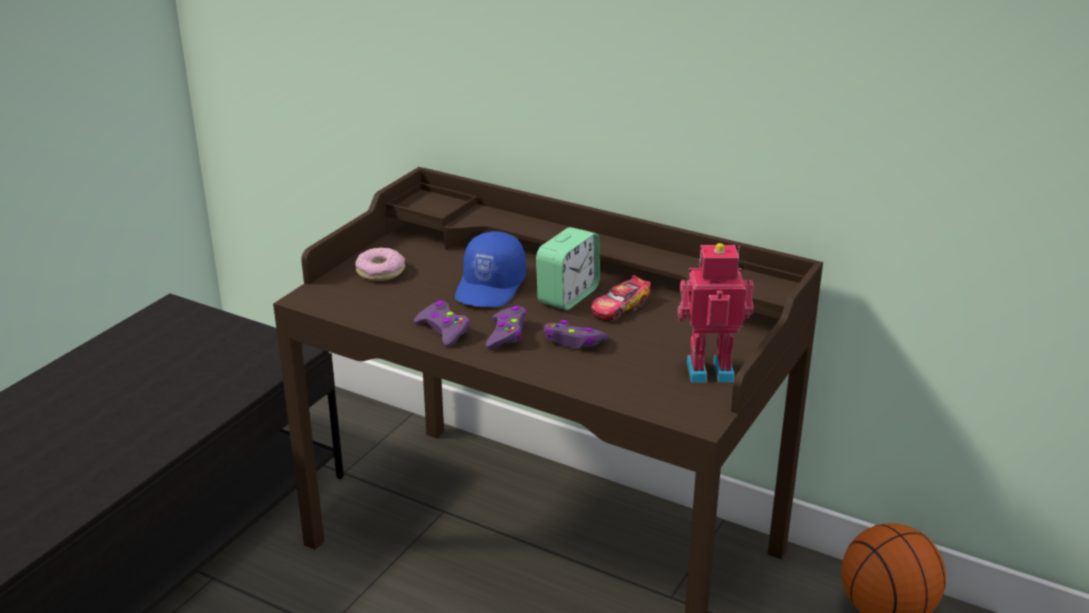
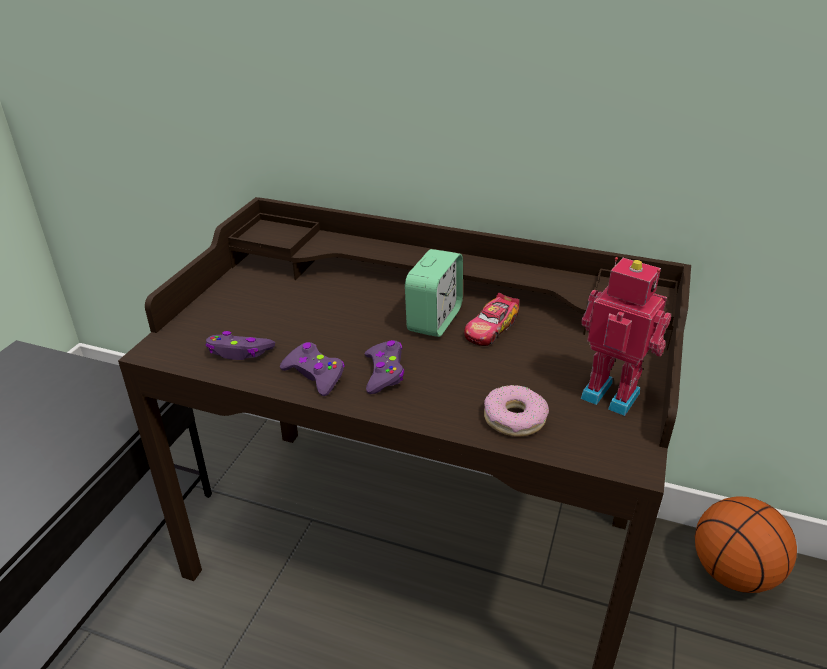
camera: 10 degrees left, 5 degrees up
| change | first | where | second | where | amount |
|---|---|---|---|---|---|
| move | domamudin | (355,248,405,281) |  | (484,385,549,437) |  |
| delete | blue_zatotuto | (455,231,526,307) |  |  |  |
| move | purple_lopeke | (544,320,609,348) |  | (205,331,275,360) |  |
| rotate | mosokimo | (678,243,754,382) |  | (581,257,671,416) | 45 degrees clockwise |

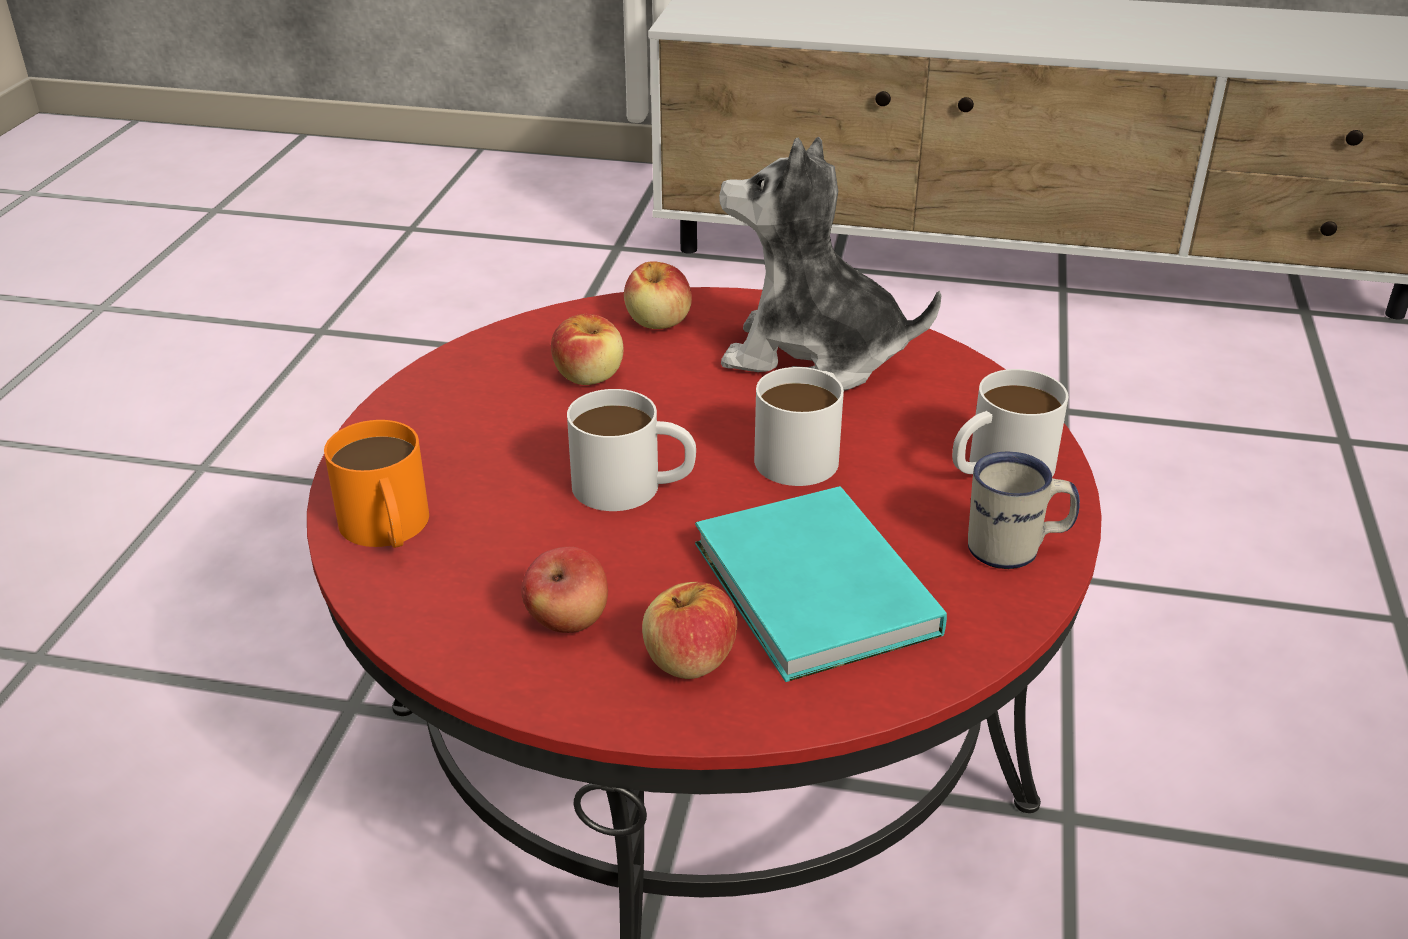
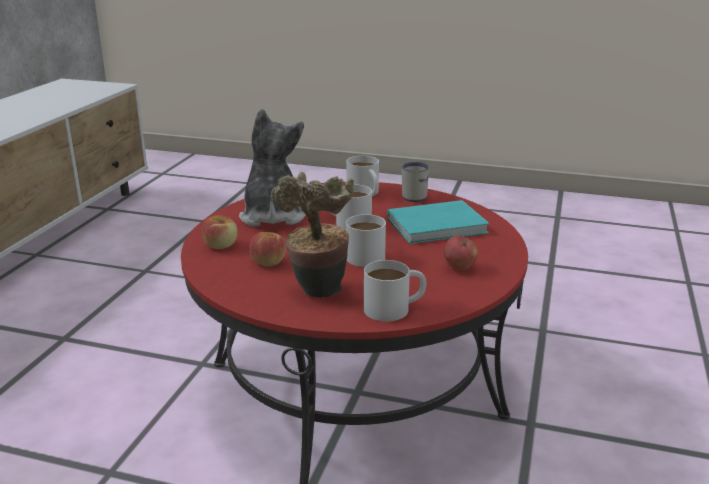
camera: 85 degrees left, 10 degrees down
| change | first | where | second | where | amount |
|---|---|---|---|---|---|
| recolor | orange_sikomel | (324,420,429,548) | white_sikomel | (364,260,426,321) |  |
| delete | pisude | (642,582,737,679) |  |  |  |
| rotate | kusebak | (719,136,942,391) |  | (239,109,306,227) | 150 degrees clockwise |
| insert |  |  | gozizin | (271,172,354,298) |  |

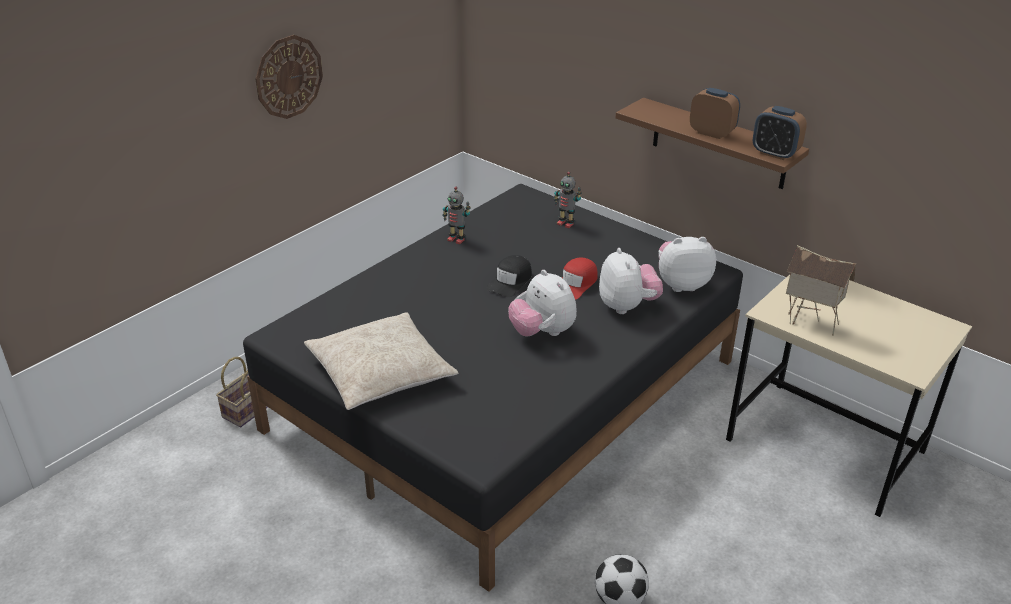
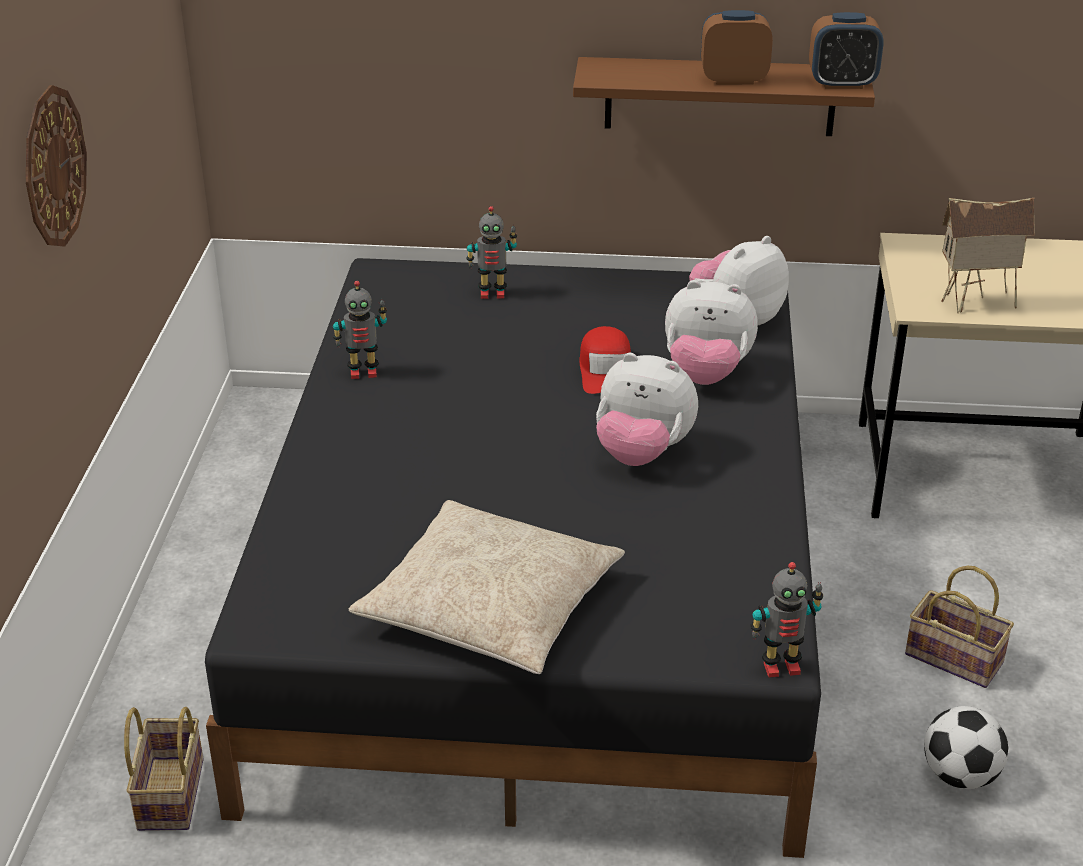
camera: 35 degrees left, 0 degrees up
| change | first | where | second | where | amount |
|---|---|---|---|---|---|
| delete | black_zatotuto | (486,255,532,297) |  |  |  |
| rotate | kusebak | (599,248,663,314) |  | (665,280,758,385) | 150 degrees clockwise |
| insert |  |  | mosokimo | (751,562,823,677) |  |
| insert |  |  | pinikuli | (905,566,1014,688) |  |

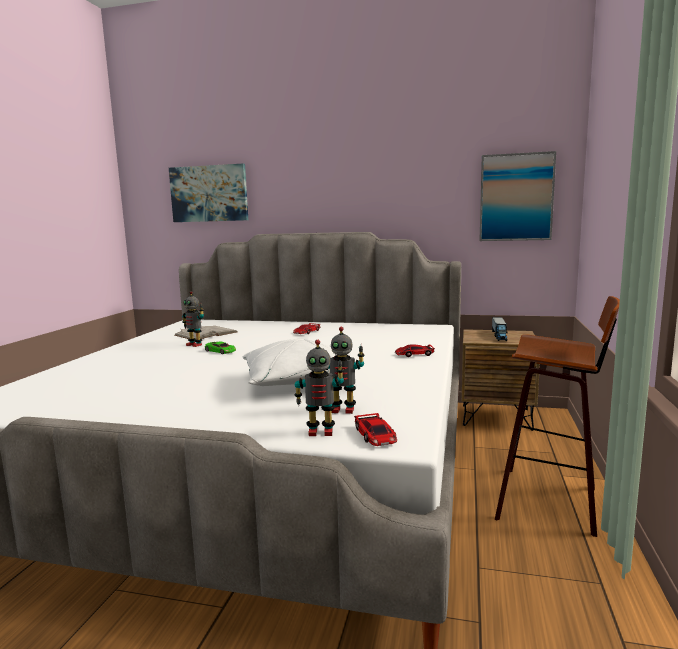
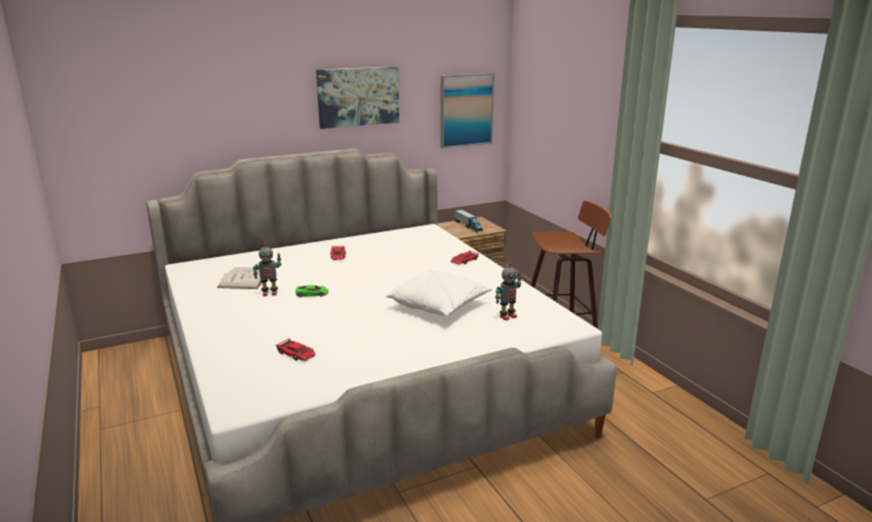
camera: 40 degrees left, 10 degrees up
| change | first | where | second | where | amount |
|---|---|---|---|---|---|
| move | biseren | (169,164,248,222) |  | (316,66,399,129) |  |
| delete | mosokimo | (295,340,344,436) |  |  |  |
| move | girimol | (354,413,397,446) |  | (276,339,316,361) |  |

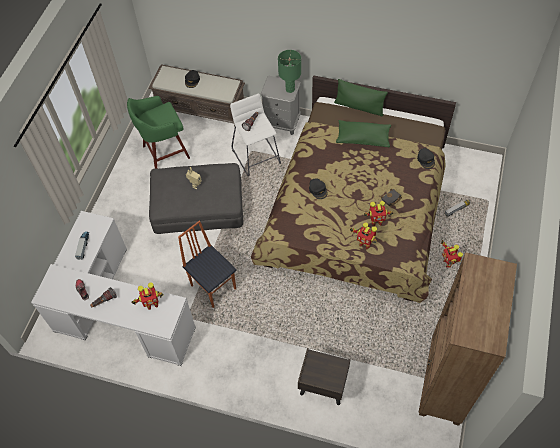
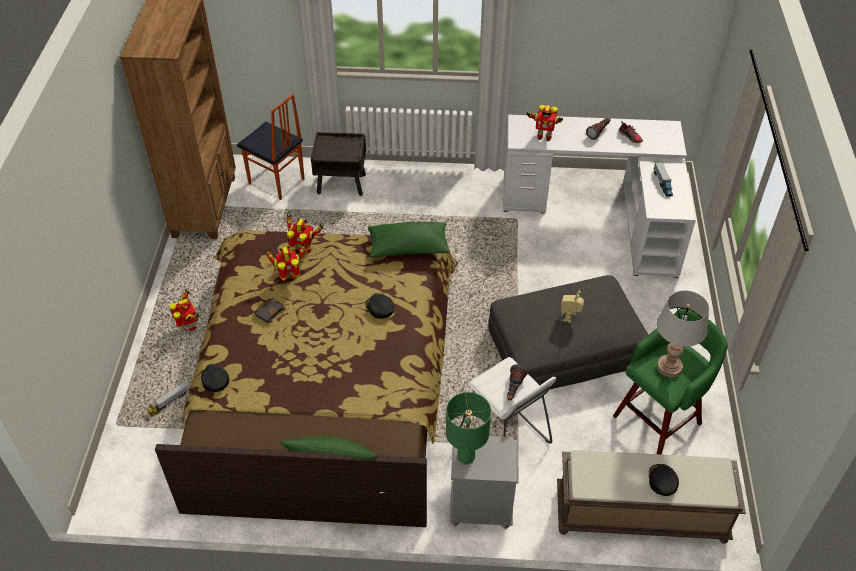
camera: 165 degrees right, 10 degrees down
| change | first | where | second | where | amount |
|---|---|---|---|---|---|
| rotate | mosokimo | (131,283,163,310) |  | (526,105,563,141) | 135 degrees counterclockwise |
| move | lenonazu | (178,221,237,308) |  | (237,94,305,200) |  |
| move | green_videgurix | (336,120,391,148) |  | (368,222,450,258) |  |
| insert |  |  | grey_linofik | (656,290,709,377) |  |

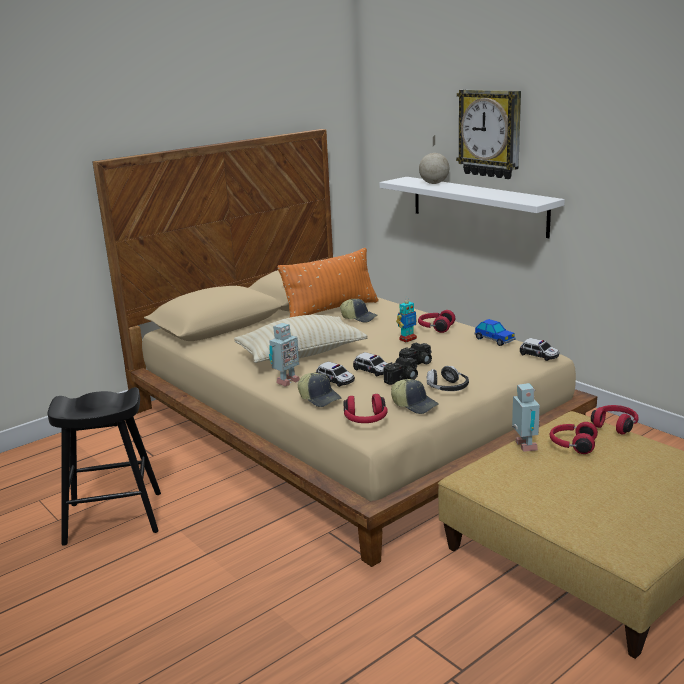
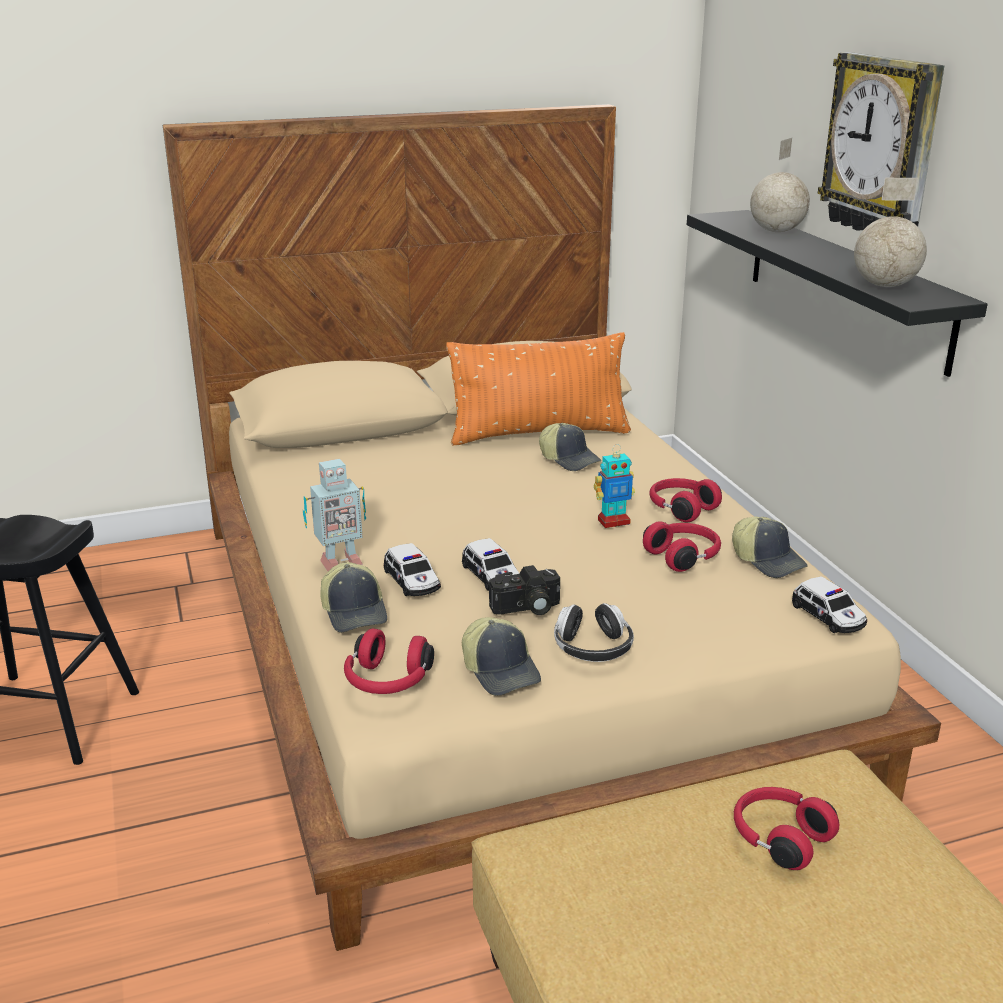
camera: 20 degrees right, 5 degrees up
| change | first | where | second | where | amount |
|---|---|---|---|---|---|
| delete | beige_videgurix | (234,315,368,363) |  |  |  |
| recolor | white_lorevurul | (379,177,565,238) | black_lorevurul | (687,210,988,377) |  |
| delete | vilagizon | (399,343,432,365) |  |  |  |
| replace | girimol | (474,319,515,346) | zatotuto | (732,517,808,578) |  |
| delete | mosokimo | (512,383,540,452) |  |  |  |
| move | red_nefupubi | (591,405,639,434) |  | (643,521,721,572) |  |
| insert |  |  | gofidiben | (854,178,927,287) |  |

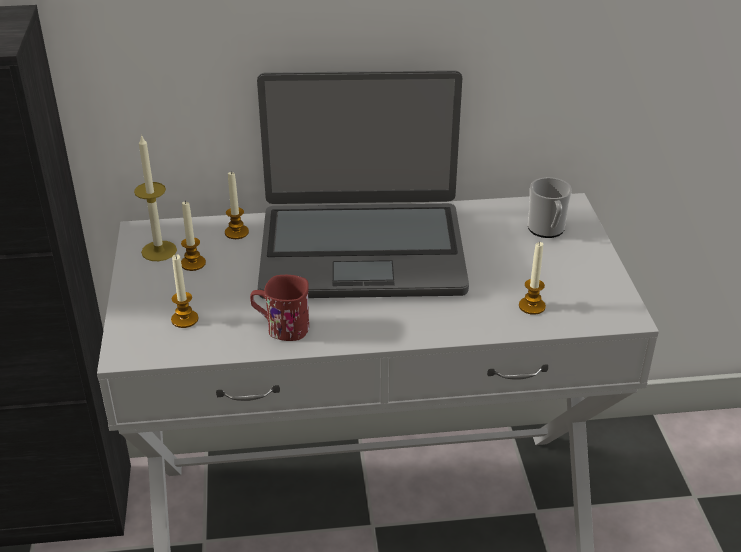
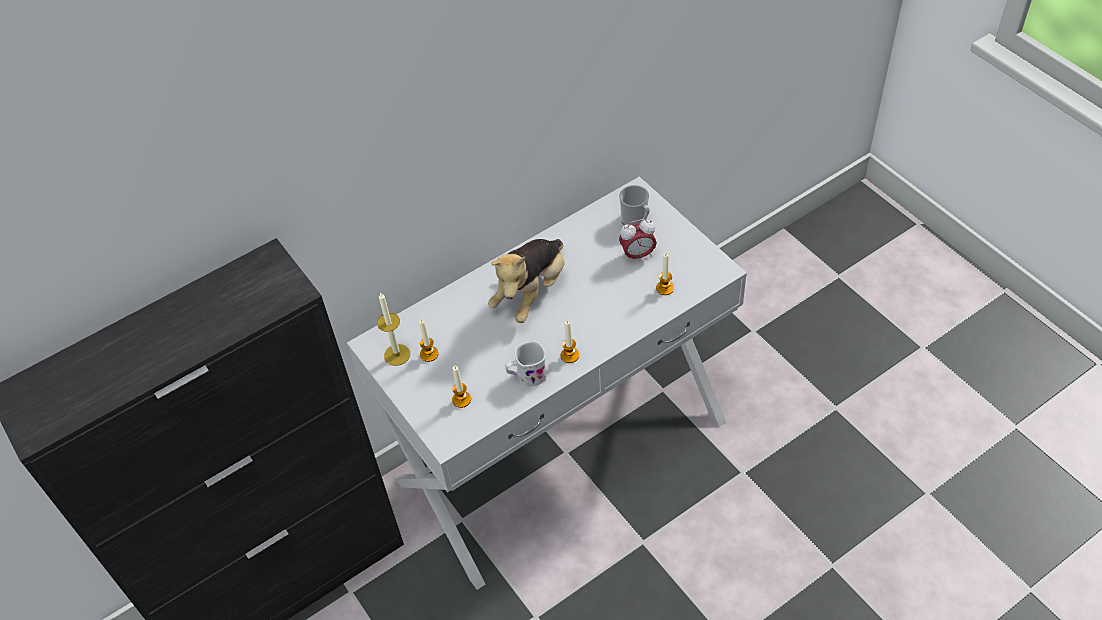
camera: 25 degrees left, 15 degrees up
| change | first | where | second | where | amount |
|---|---|---|---|---|---|
| move | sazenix | (225,172,249,239) |  | (561,321,579,363) |  |
| recolor | red_sikomel | (250,275,309,341) | white_sikomel | (505,341,547,386) |  |
| replace | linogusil | (257,70,469,299) | kusebak | (488,239,565,323) |  |
| insert |  |  | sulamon | (619,219,657,262) |  |

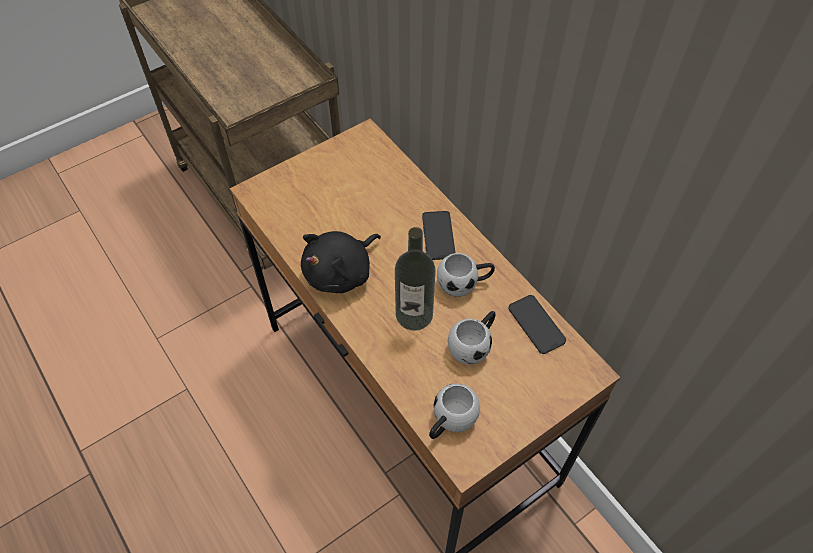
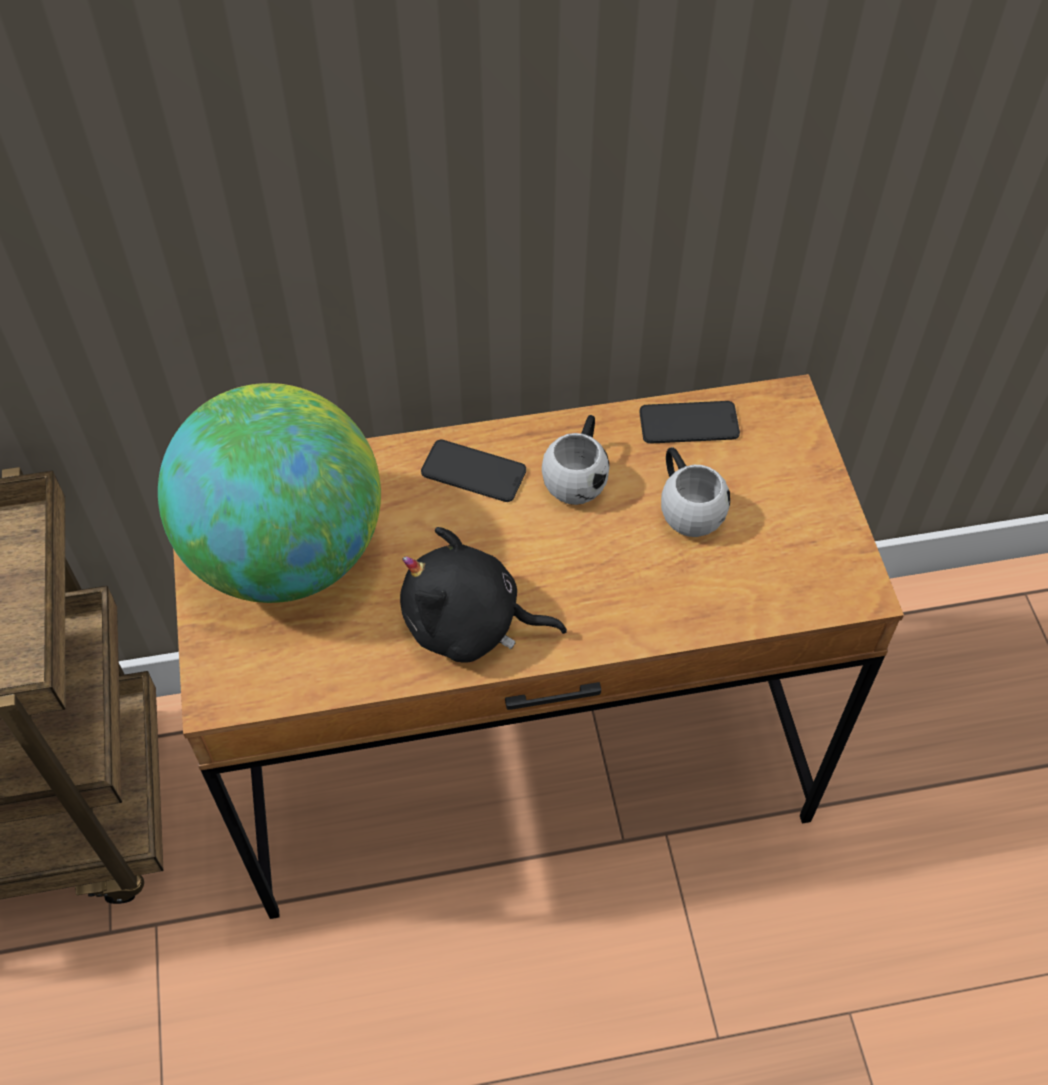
camera: 65 degrees left, 0 degrees up
| change | first | where | second | where | amount |
|---|---|---|---|---|---|
| rotate | black_kusebak | (301,231,381,293) |  | (400,527,567,663) | 120 degrees clockwise |
| delete | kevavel | (395,227,436,331) |  |  |  |
| delete | white_sikomel | (429,383,480,439) |  |  |  |
| insert |  |  | gofidiben | (158,383,381,603) |  |

